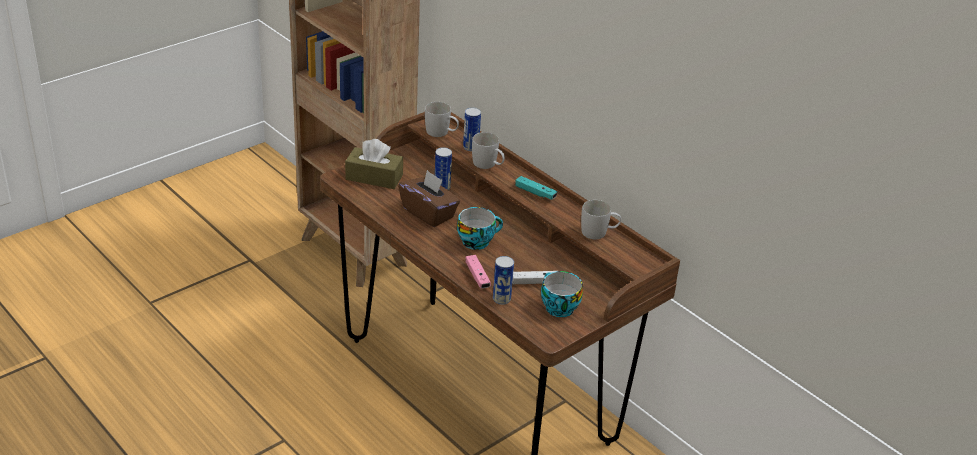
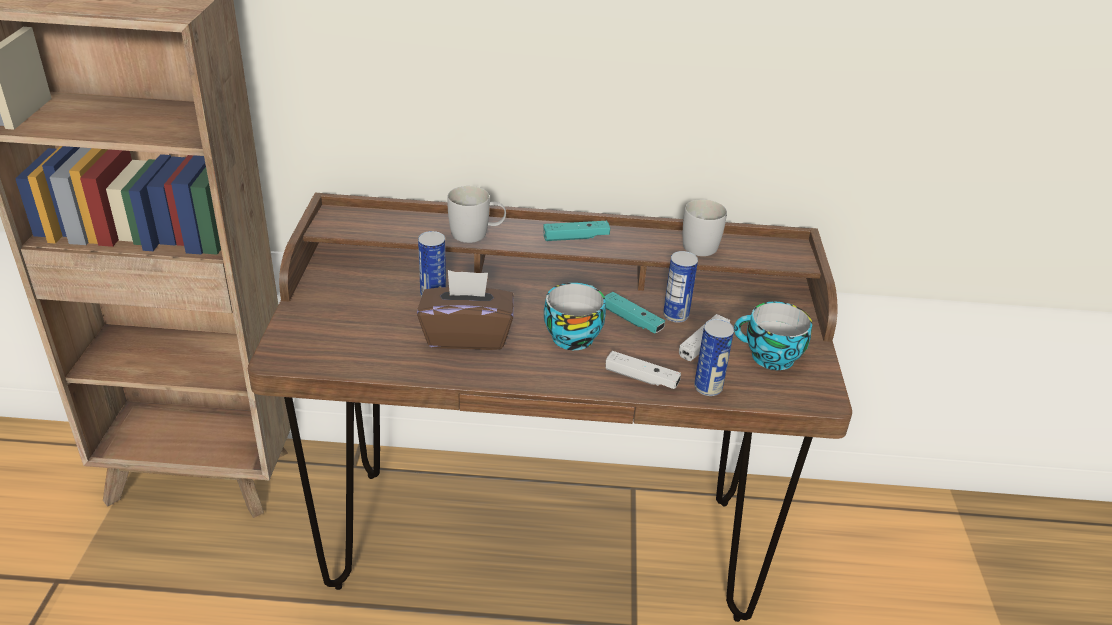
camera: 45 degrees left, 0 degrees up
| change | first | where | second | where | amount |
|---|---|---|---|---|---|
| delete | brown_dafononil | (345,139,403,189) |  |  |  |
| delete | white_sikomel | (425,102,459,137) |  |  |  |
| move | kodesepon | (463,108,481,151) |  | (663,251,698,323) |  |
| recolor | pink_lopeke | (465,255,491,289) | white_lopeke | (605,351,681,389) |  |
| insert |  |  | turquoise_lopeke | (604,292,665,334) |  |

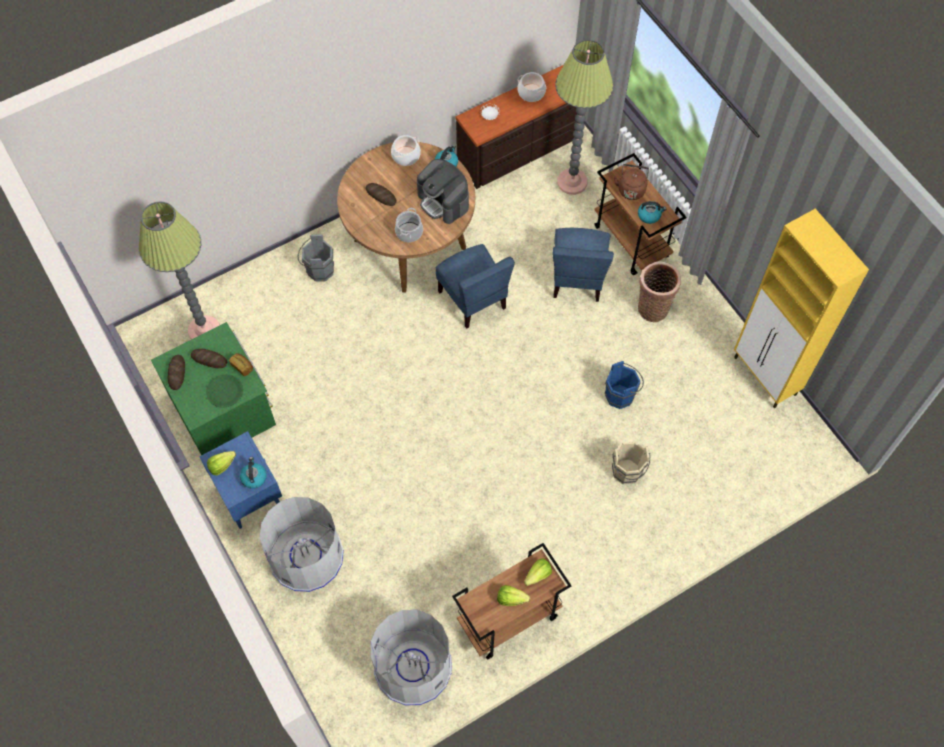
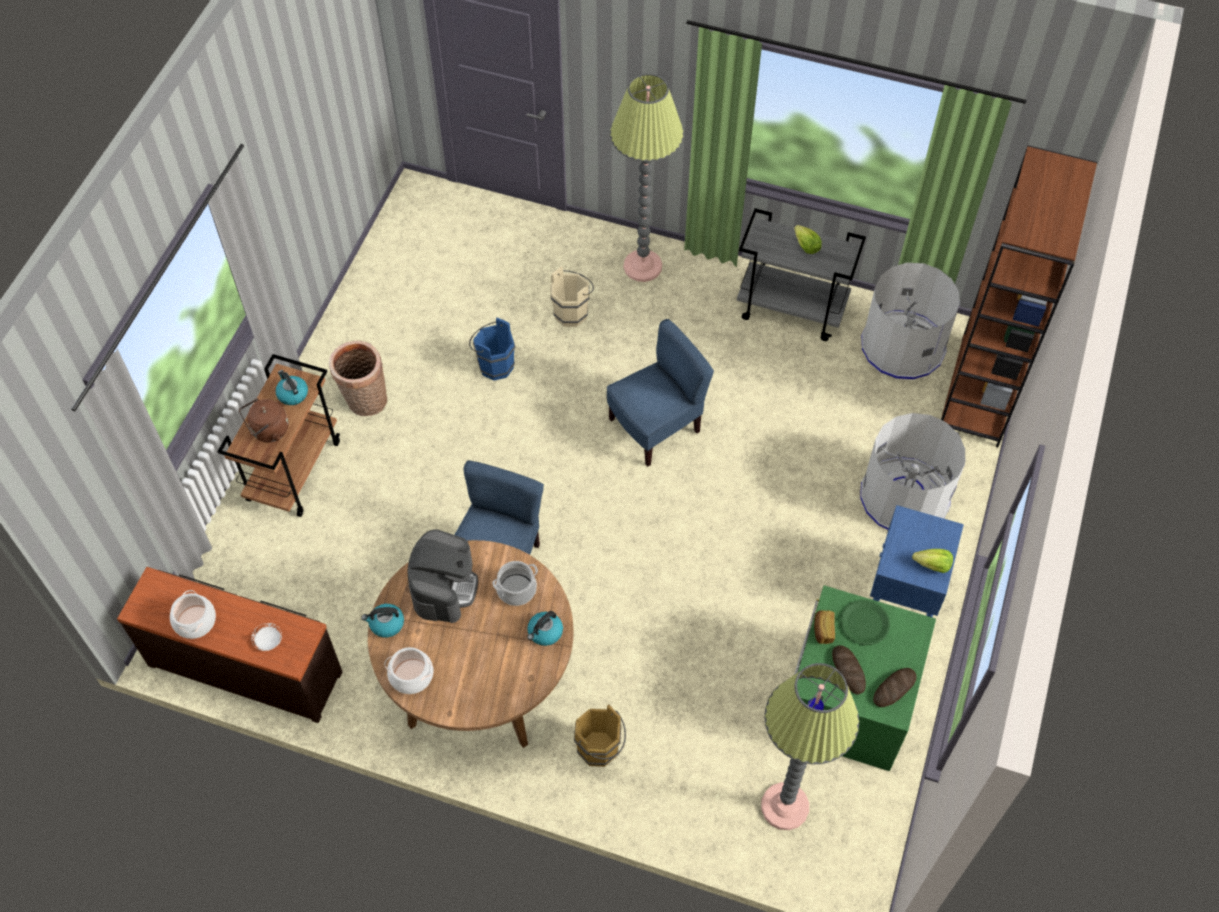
camera: 130 degrees left, 5 degrees down
| change | first | where | second | where | amount |
|---|---|---|---|---|---|
| move | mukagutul | (240,457,267,489) |  | (527,611,563,646) |  |
| recolor | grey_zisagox | (298,234,334,282) | brown_zisagox | (574,704,626,767) |  |
| delete | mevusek | (366,183,397,206) |  |  |  |
| recolor | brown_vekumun | (452,543,571,660) | grey_vekumun | (737,208,866,341) |  |
| delete | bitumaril | (524,558,552,586) |  |  |  |
| move | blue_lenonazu | (553,228,614,302) |  | (607,319,714,467) |  |
| move | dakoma | (555,40,613,195) |  | (610,74,684,282) |  |
| delete | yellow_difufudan | (734,209,869,408) |  |  |  |
| insert |  |  | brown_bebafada | (941,145,1097,447) |  |

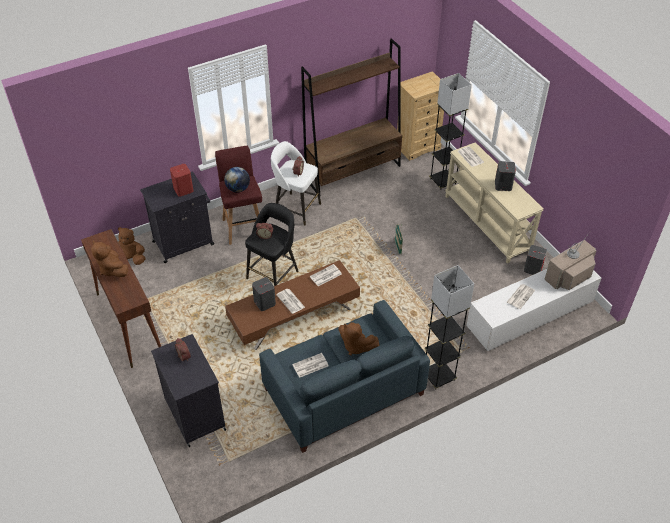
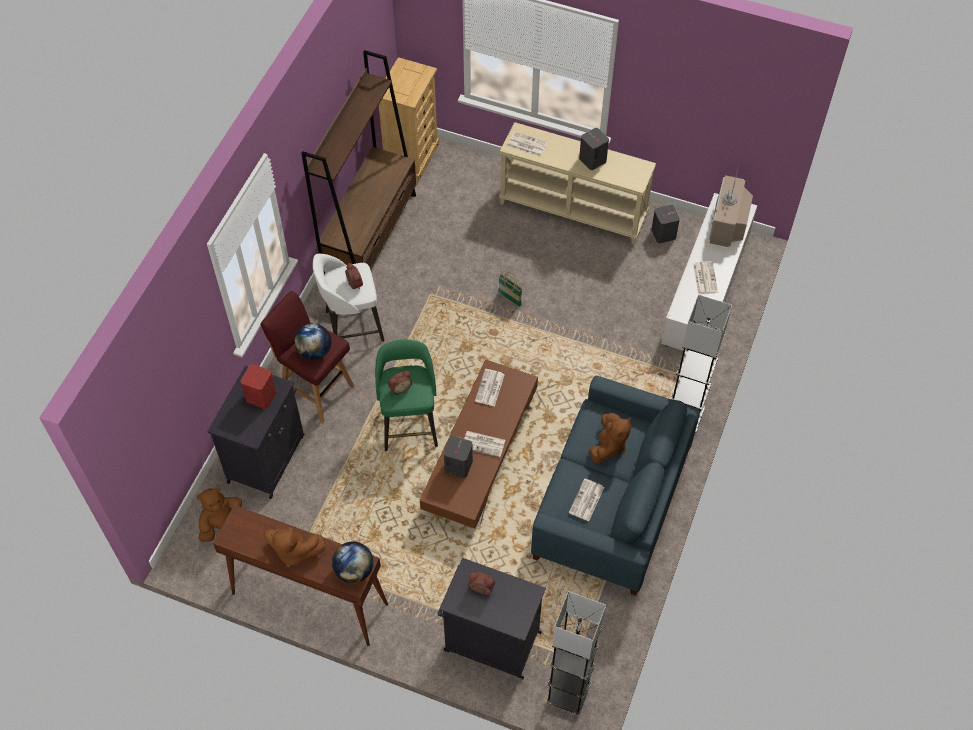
camera: 40 degrees left, 10 degrees up
| change | first | where | second | where | amount |
|---|---|---|---|---|---|
| recolor | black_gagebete | (245,203,299,286) | green_gagebete | (375,339,438,451) |  |
| rotate | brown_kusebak | (338,322,380,355) |  | (589,413,631,463) | 60 degrees counterclockwise |
| move | grey_dakoma | (429,73,472,190) |  | (546,591,606,715) |  |
| insert |  |  | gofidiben | (332,542,373,583) |  |

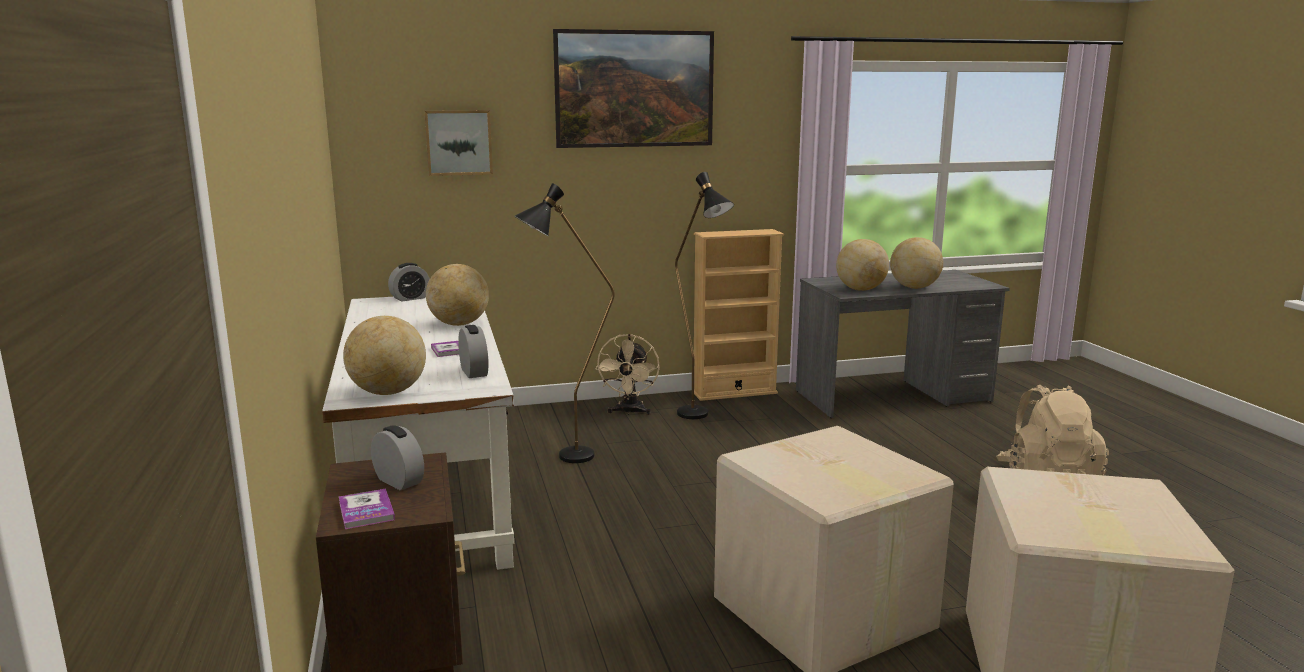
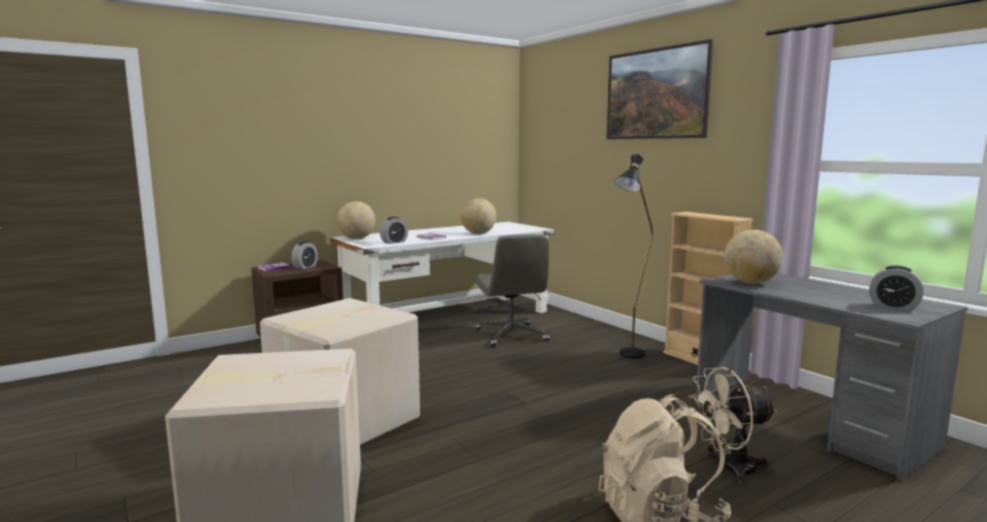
camera: 70 degrees right, 5 degrees down
| change | first | where | second | where | amount |
|---|---|---|---|---|---|
| move | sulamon | (388,263,430,302) |  | (869,265,924,311) |  |
| delete | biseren | (424,110,493,176) |  |  |  |
| replace | black_dakoma | (514,183,615,463) | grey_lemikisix | (475,234,550,347) |  |
| move | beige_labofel | (595,334,660,415) |  | (689,367,777,485) |  |
| delete | gofidiben | (890,237,943,289) |  |  |  |

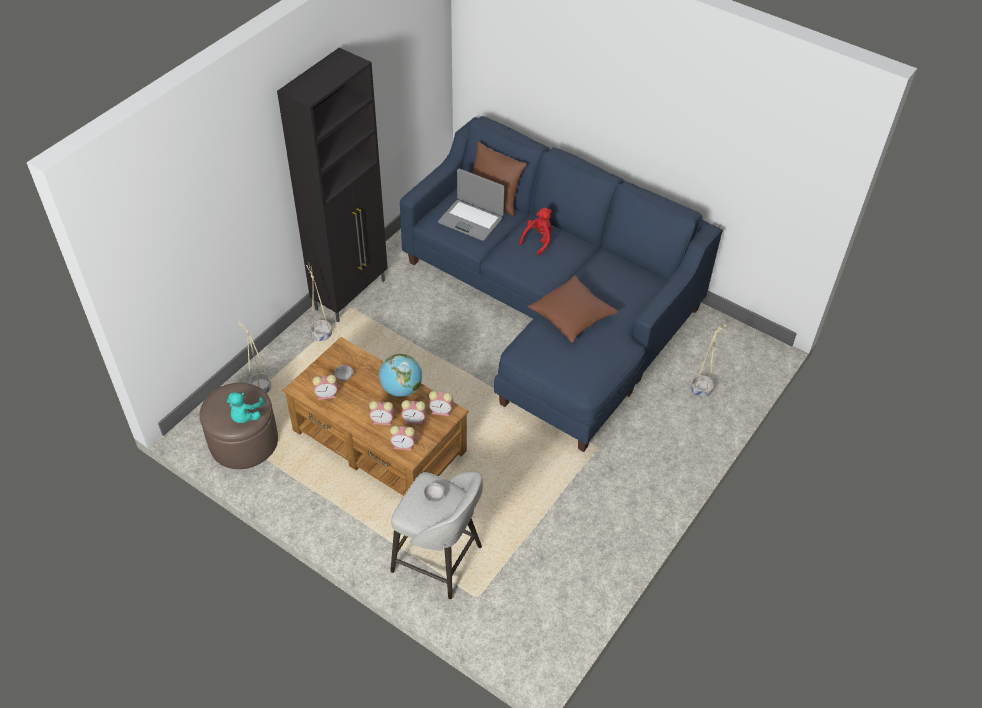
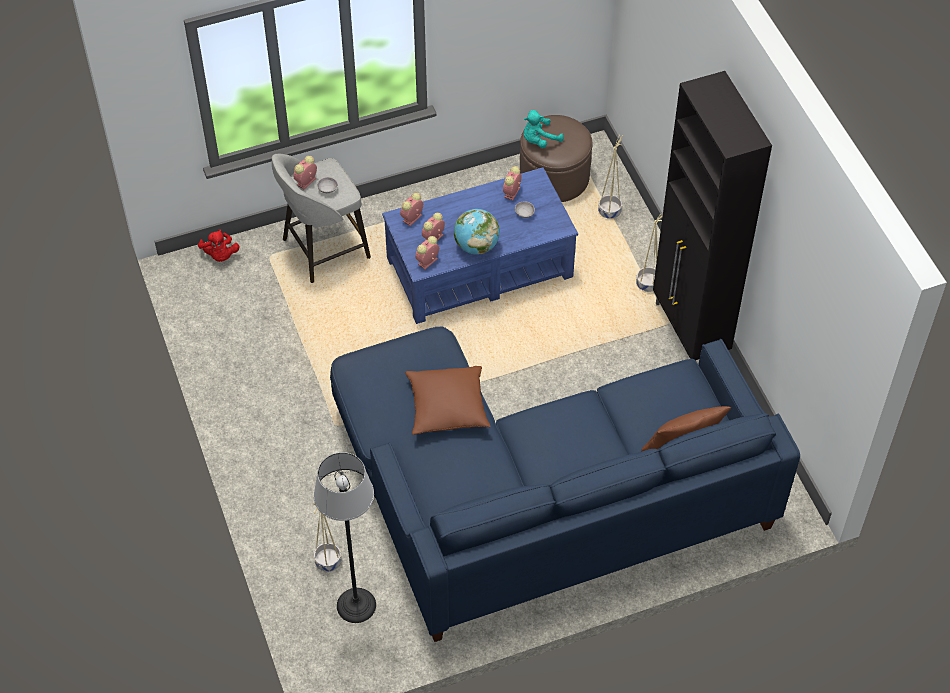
camera: 125 degrees right, 5 degrees up
| change | first | where | second | where | amount |
|---|---|---|---|---|---|
| rotate | turquoise_kusebak | (227,393,265,423) |  | (524,110,564,148) | 75 degrees counterclockwise |
| recolor | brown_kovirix | (283,337,469,496) | blue_kovirix | (382,168,578,324) |  |
| move | sulamon | (369,401,394,425) |  | (293,156,317,189) |  |
| delete | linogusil | (438,168,505,241) |  |  |  |
| move | red_kusebak | (519,208,552,255) |  | (198,229,239,262) |  |
| insert |  |  | dakoma | (314,452,376,623) |  |

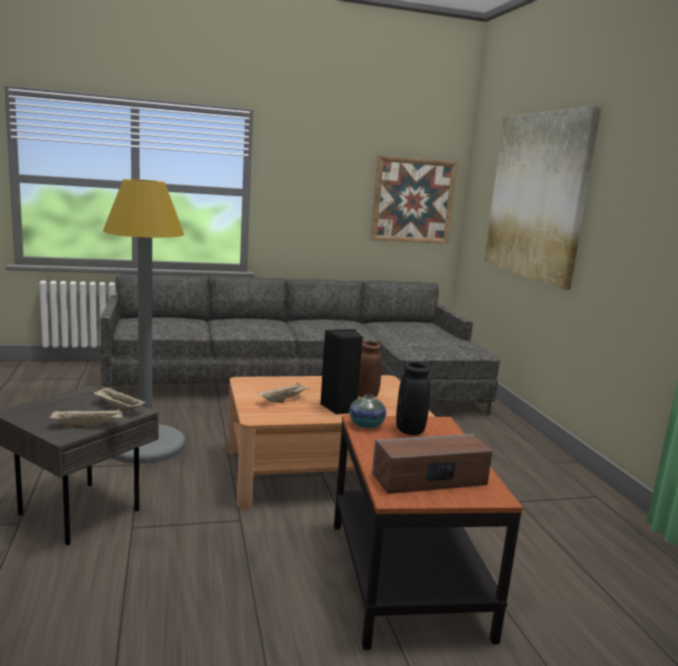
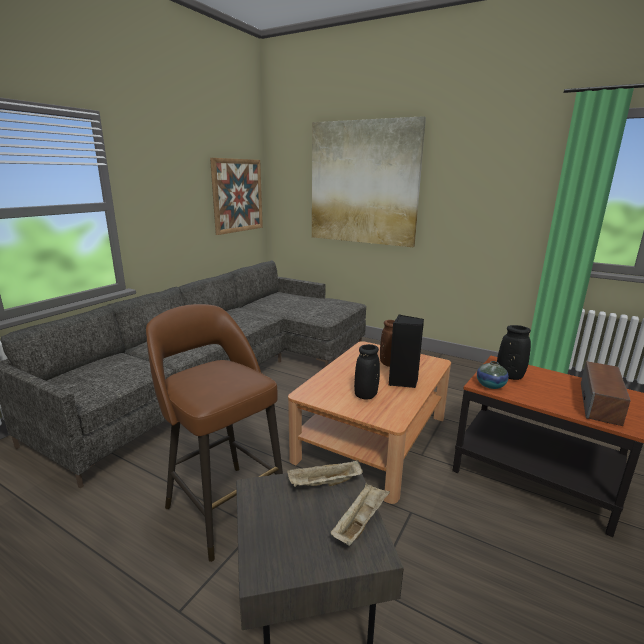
camera: 45 degrees left, 5 degrees up
| change | first | where | second | where | amount |
|---|---|---|---|---|---|
| replace | grey_dakoma | (103,179,185,464) | brown_gagebete | (146,304,283,562) |  |
| replace | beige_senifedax | (258,383,310,403) | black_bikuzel | (354,344,380,400) |  |

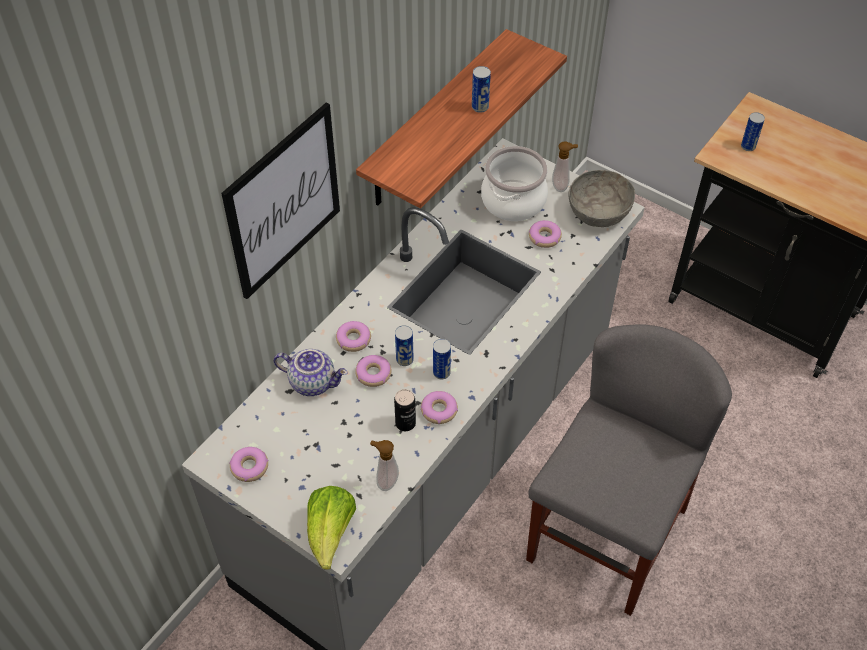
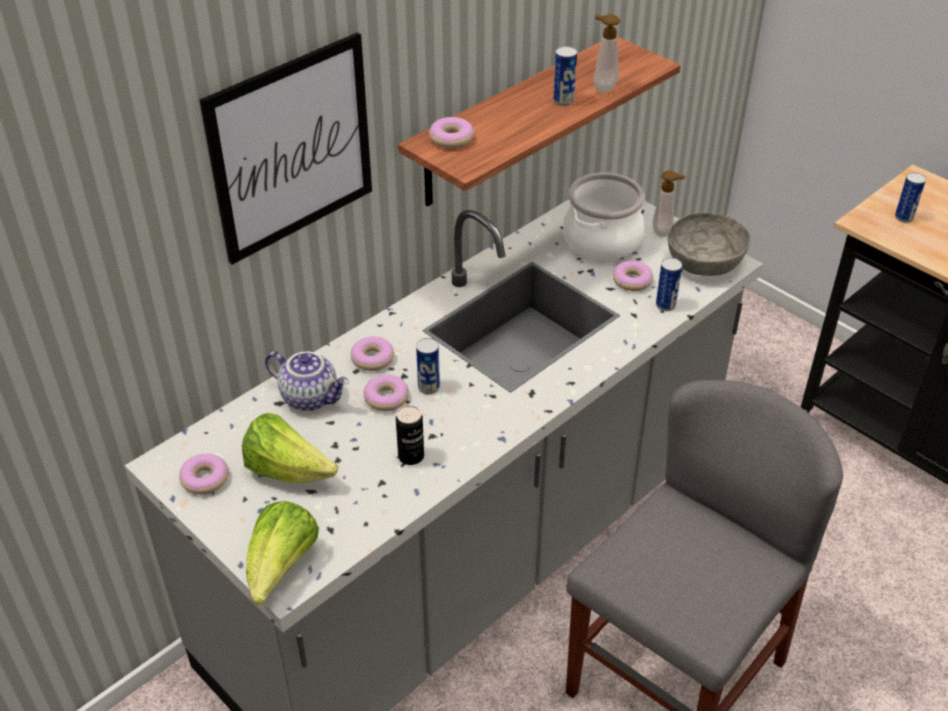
camera: 10 degrees right, 10 degrees down
| change | first | where | second | where | amount |
|---|---|---|---|---|---|
| move | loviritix | (370,440,399,491) |  | (594,14,620,93) |  |
| move | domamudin | (420,391,458,424) |  | (429,117,474,149) |  |
| move | kodesepon | (433,339,451,379) |  | (656,258,682,311) |  |
| insert |  |  | bitumaril | (242,413,338,483) |  |

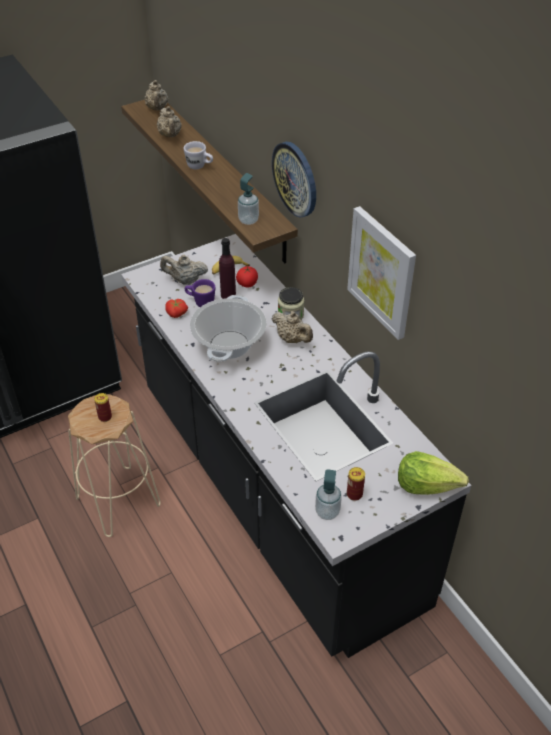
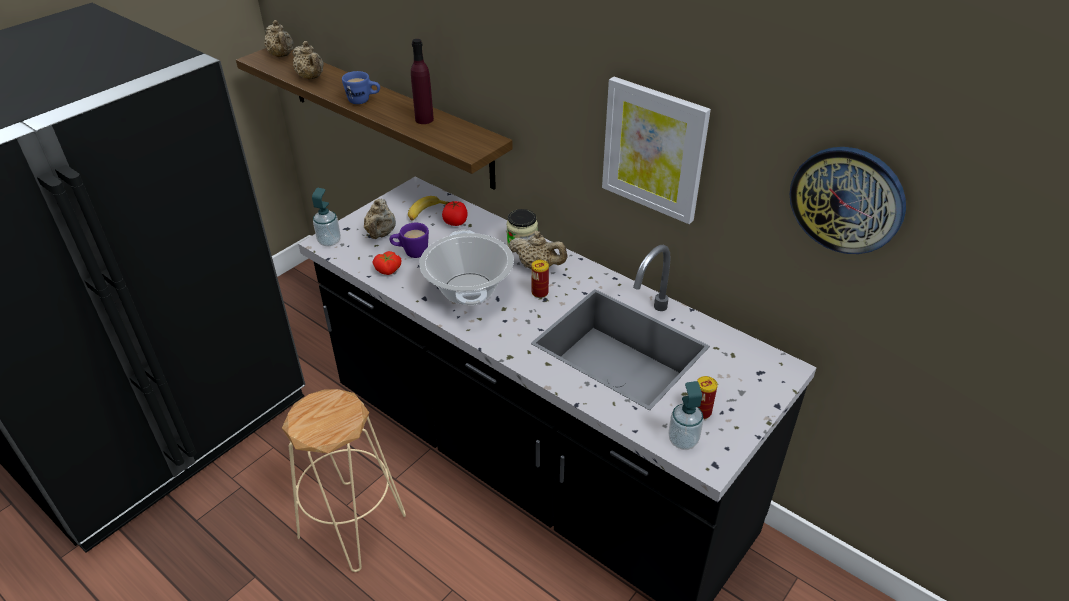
camera: 20 degrees left, 5 degrees down
| change | first | where | second | where | amount |
|---|---|---|---|---|---|
| move | kodesepon | (94,393,112,422) |  | (531,260,549,298) |  |
| rotate | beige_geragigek | (160,255,208,285) |  | (364,199,396,239) | 75 degrees counterclockwise |
| recolor | white_sikomel | (184,141,213,169) | blue_sikomel | (342,71,380,104) |  |
| move | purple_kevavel | (219,238,236,299) |  | (411,39,434,124) |  |
| move | loviritix | (238,173,259,225) |  | (312,188,341,247) |  |
| move | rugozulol | (272,142,316,218) |  | (789,147,906,254) |  |
| delete | bitumaril | (398,451,469,495) |  |  |  |

